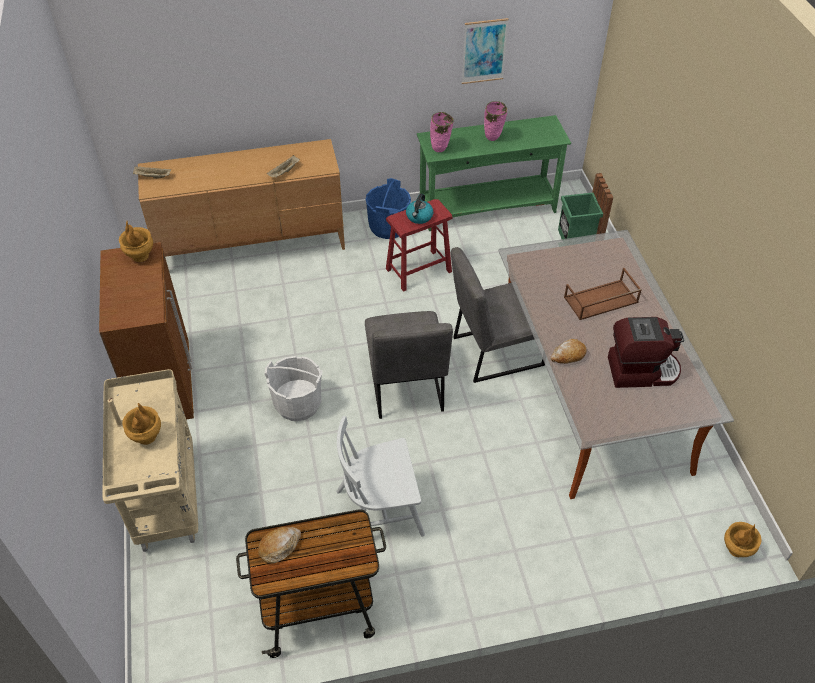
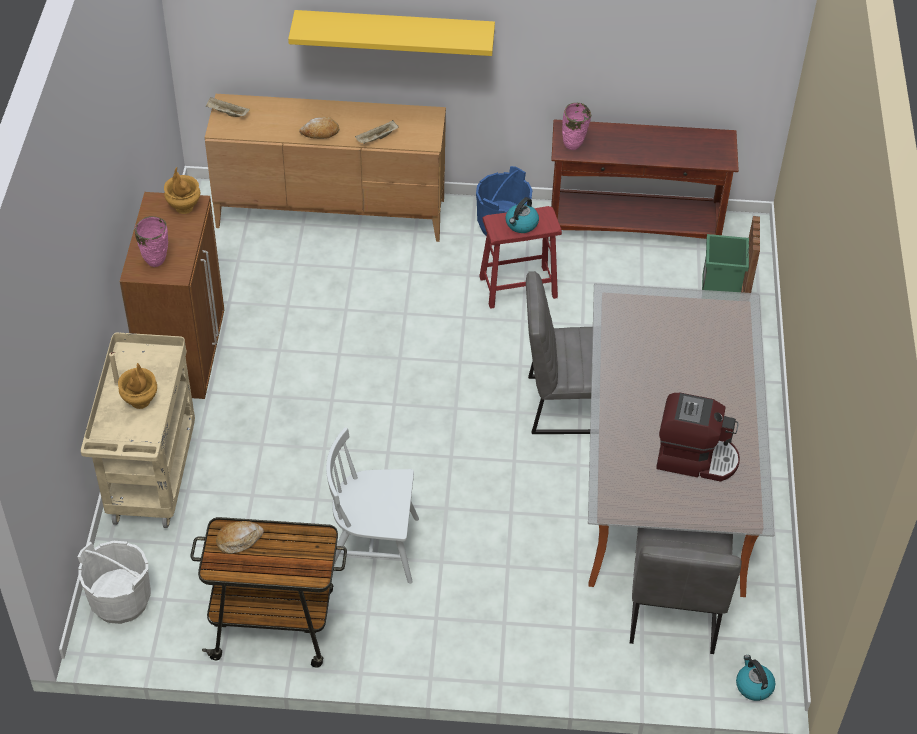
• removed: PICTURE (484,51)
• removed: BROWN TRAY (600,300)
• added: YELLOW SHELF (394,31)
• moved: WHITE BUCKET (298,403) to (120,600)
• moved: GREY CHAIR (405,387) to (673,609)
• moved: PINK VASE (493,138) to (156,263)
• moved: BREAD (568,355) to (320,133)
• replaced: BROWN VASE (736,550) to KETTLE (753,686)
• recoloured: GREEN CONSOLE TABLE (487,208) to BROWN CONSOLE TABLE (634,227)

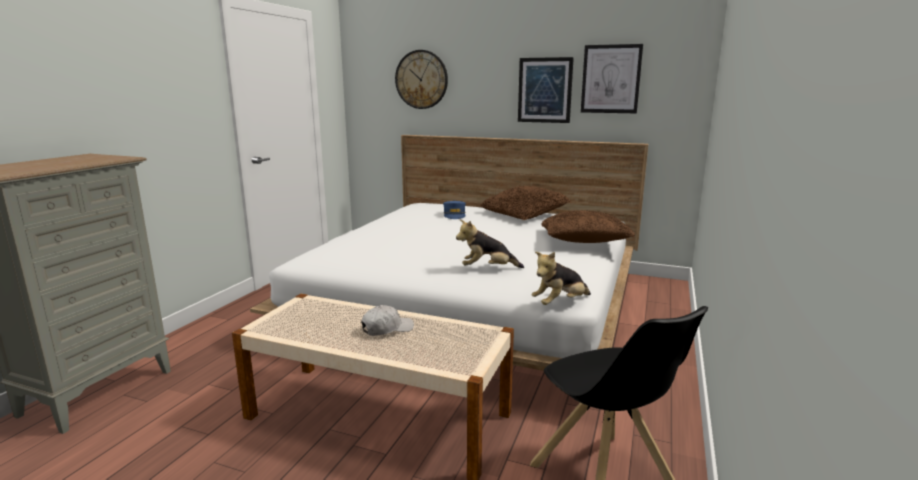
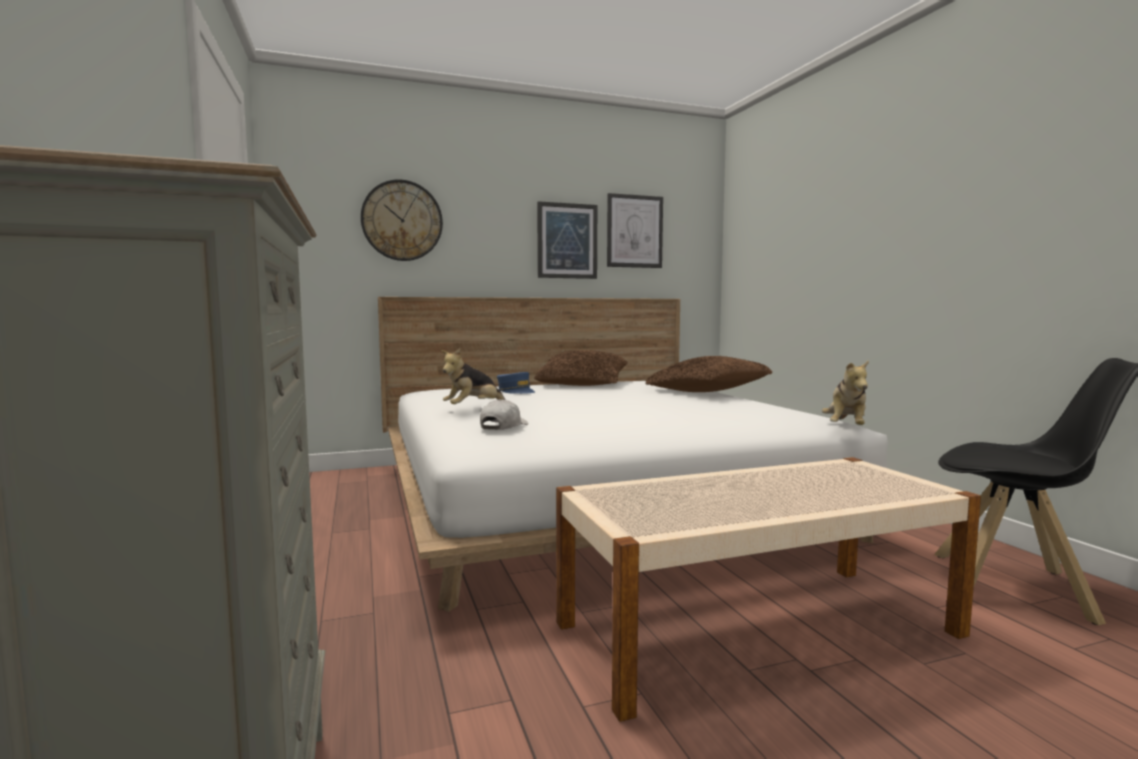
• moved: WHITE CAP (387,329) to (503,427)
• moved: PLUSH TOY (487,269) to (473,408)

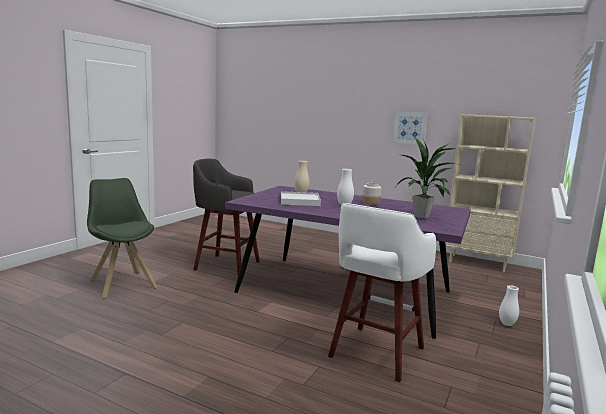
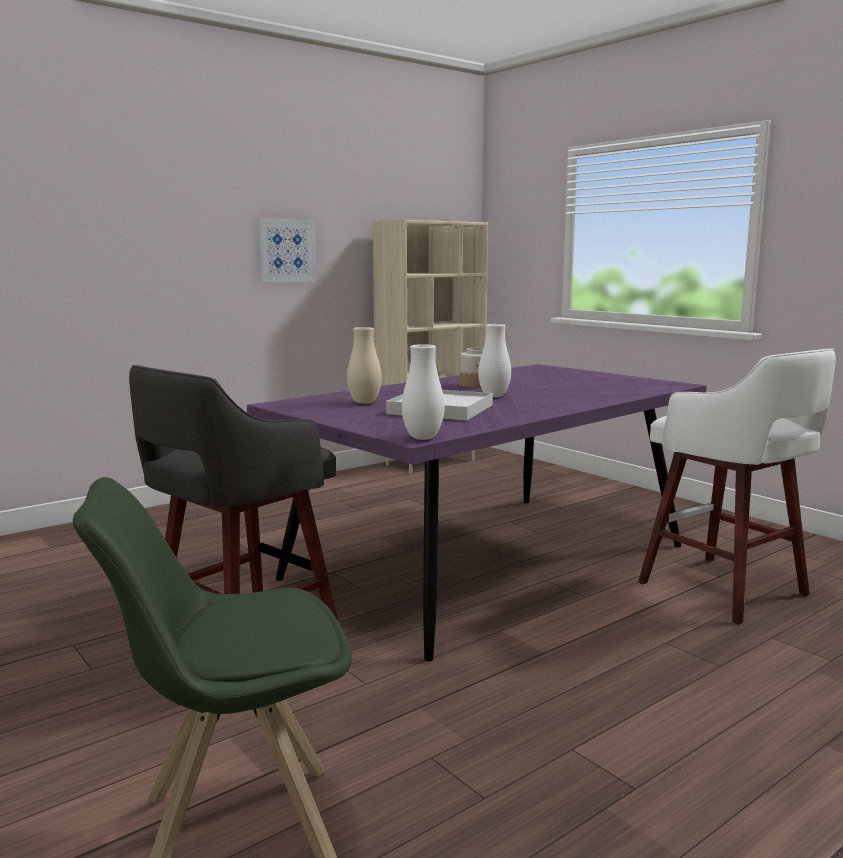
• removed: POTTED PLANT (421,217)
• moved: WHITE VASE (507,324) to (423,438)

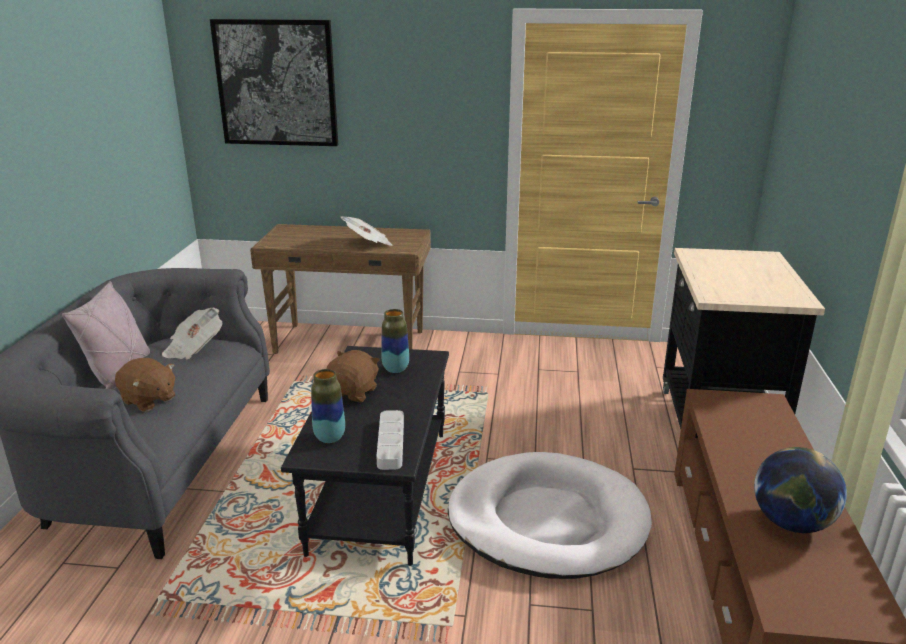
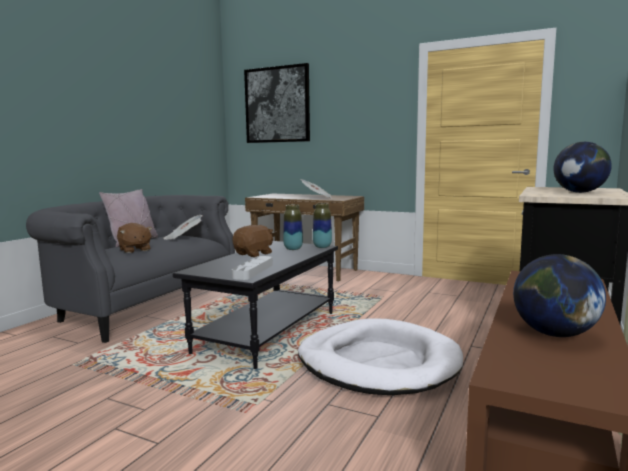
• added: GLOBE (579,192)
• moved: VASE (329,437) to (322,247)

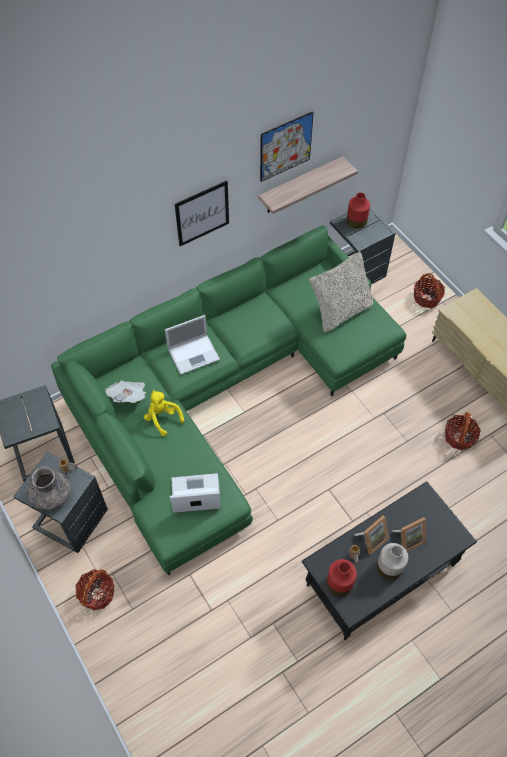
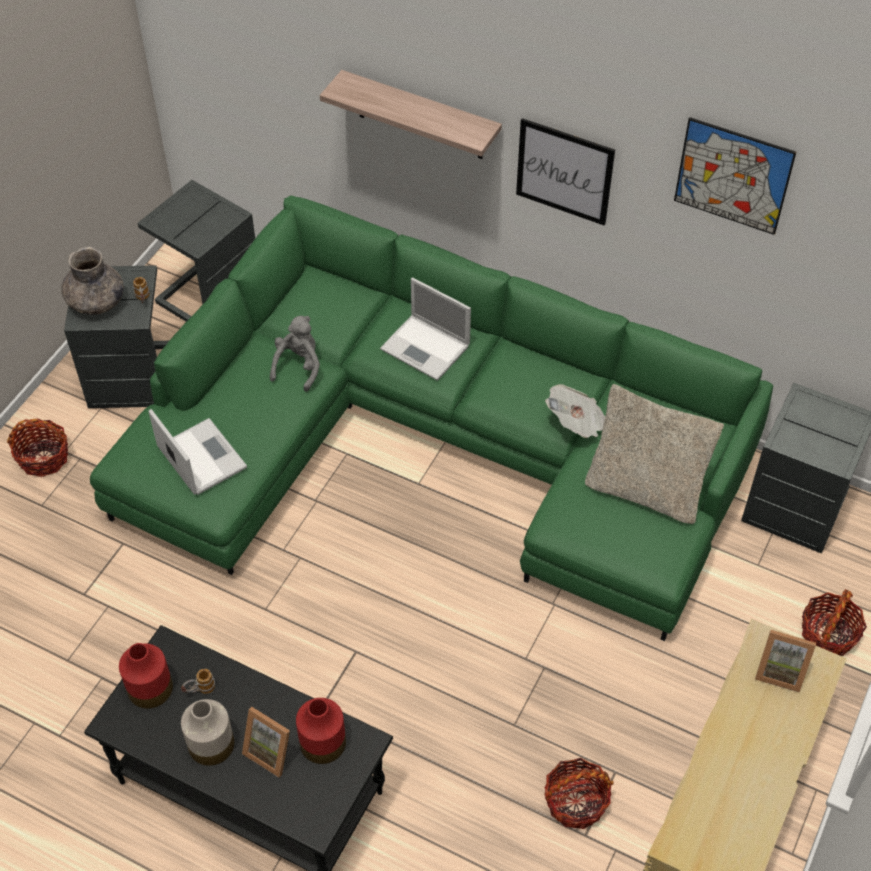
• moved: NEWSPAPER (129,396) to (578,423)
• moved: SHELF (300,186) to (420,116)
• moved: RED VASE (356,220) to (323,742)
• moved: PICTURE FRAME (371,539) to (780,670)
• recoloured: YELLOW PLUSH TOY (163,418) to GREY PLUSH TOY (298,366)

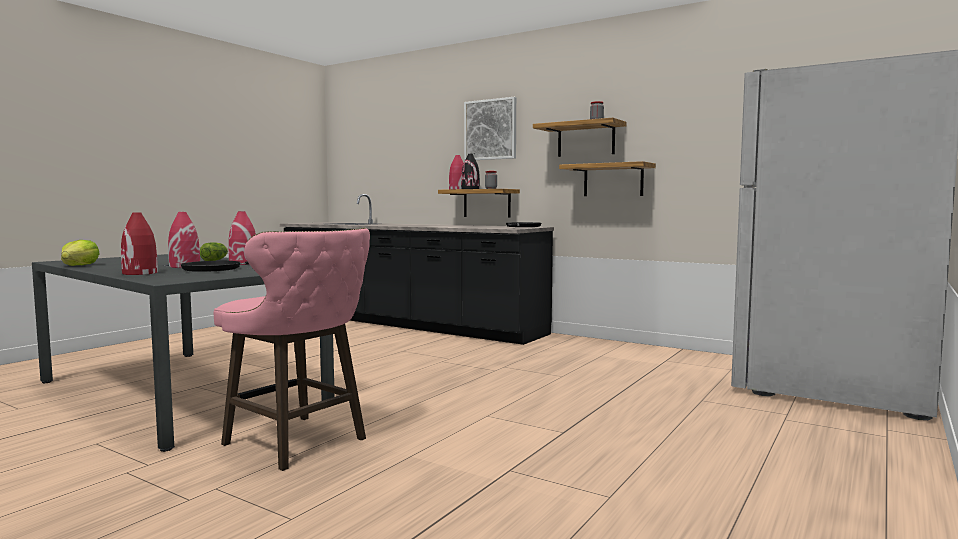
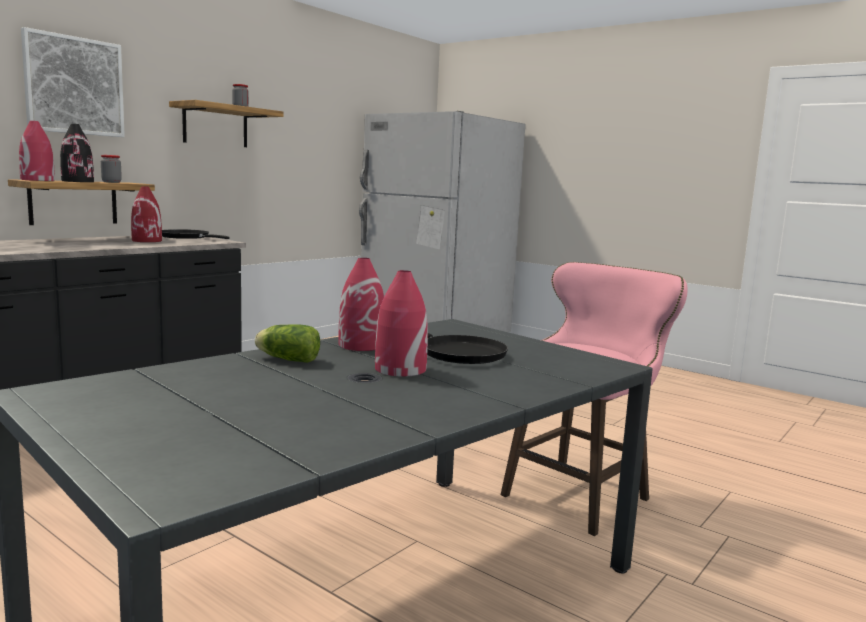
• removed: LETTUCE (79,265)
• removed: SHELF (613,180)
• moved: RED VASE (140,273) to (147,241)

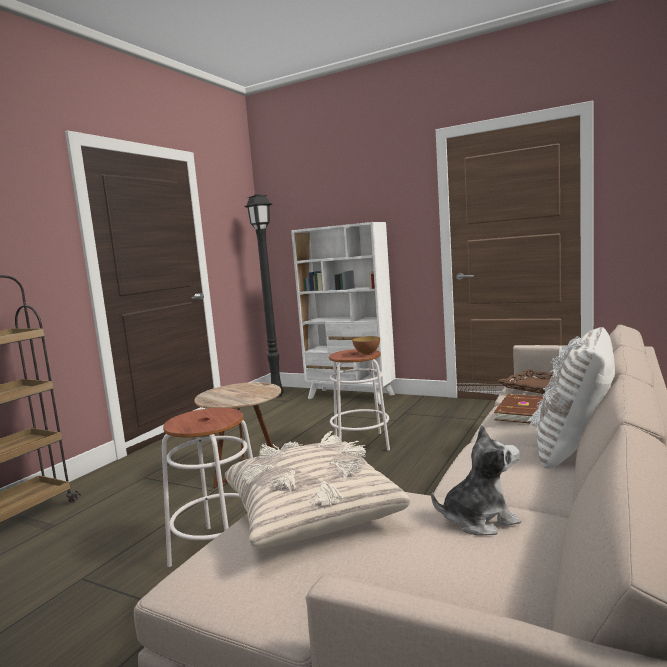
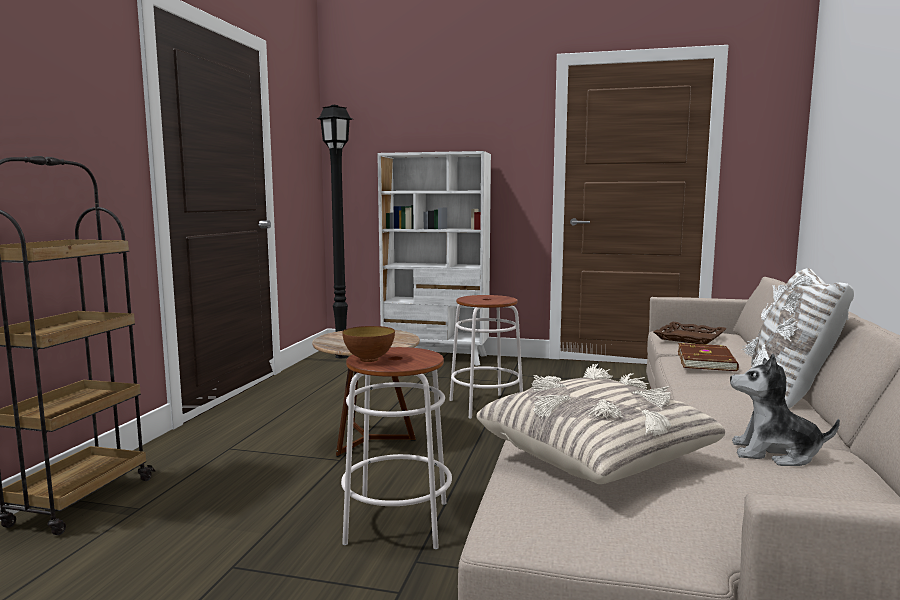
• moved: BOWL (367,354) to (369,359)
• turned: PLUSH TOY (479,520) = (774,454) 135 degrees counterclockwise

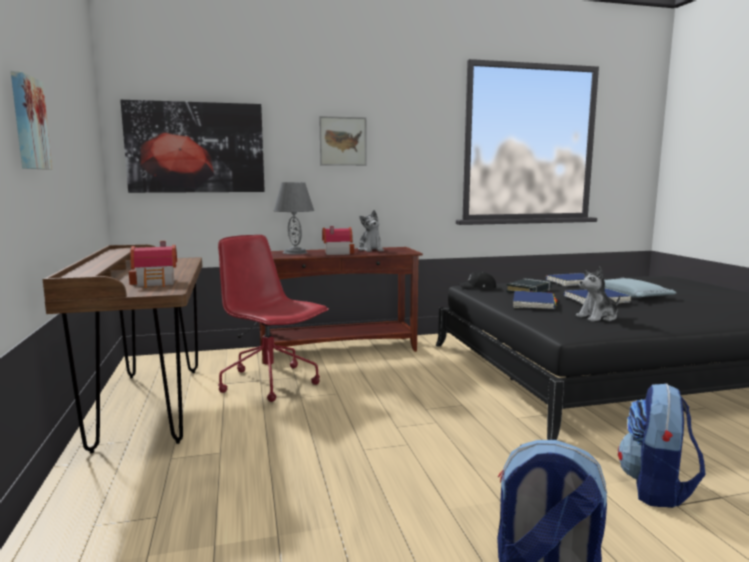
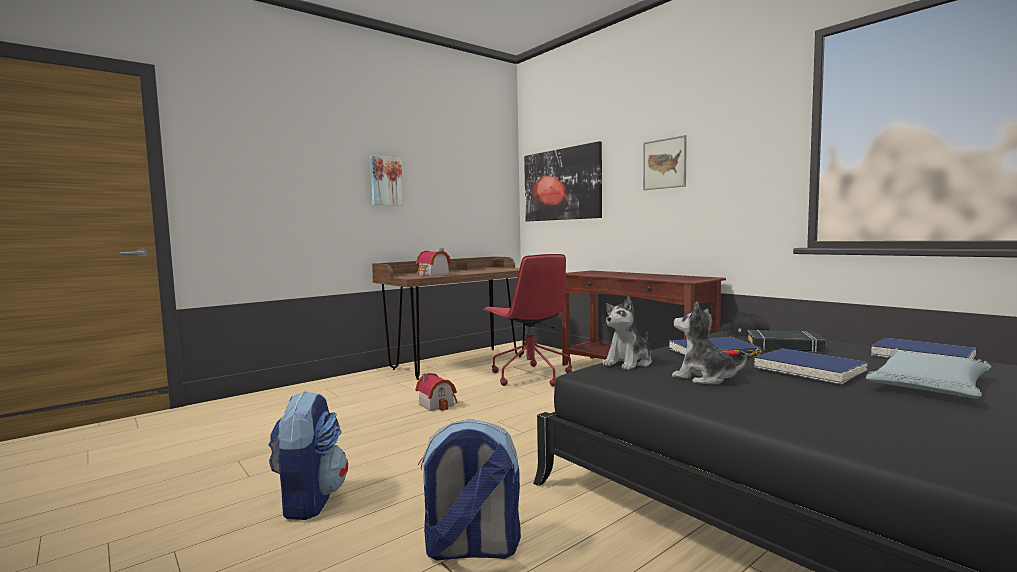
• removed: GREY TABLE LAMP (294,252)
• moved: TOY HOUSE (336,253) to (438,404)
• moved: PLUSH TOY (370,250) to (629,363)
• turned: RED OFFICE CHAIR (272,384) = (528,375) 135 degrees clockwise

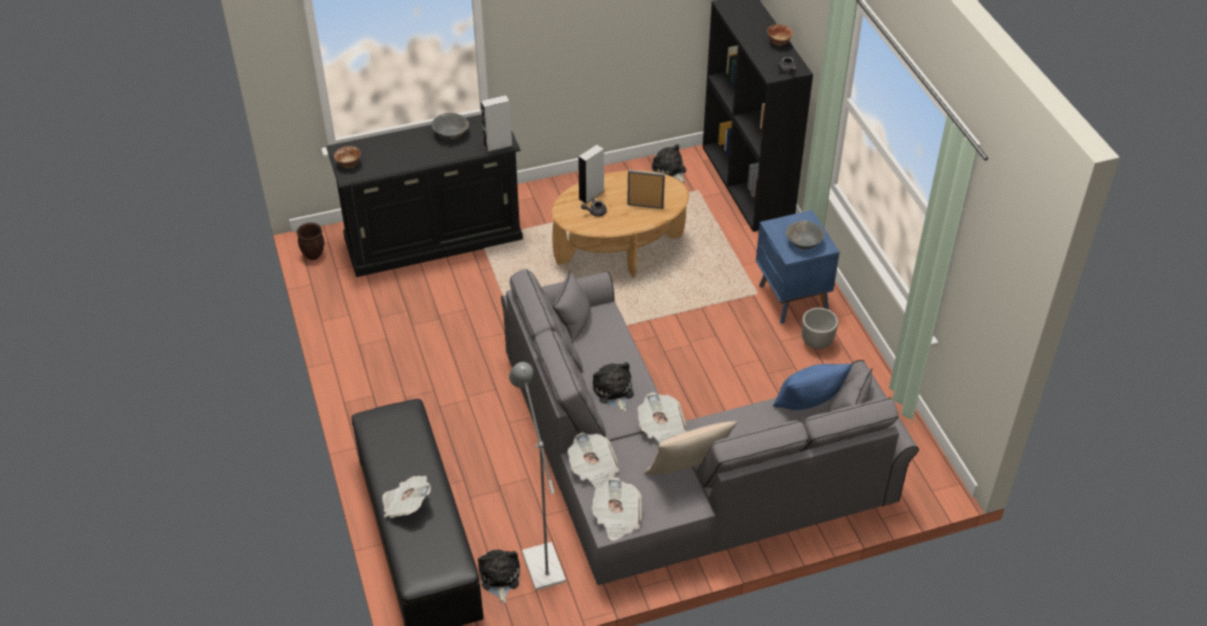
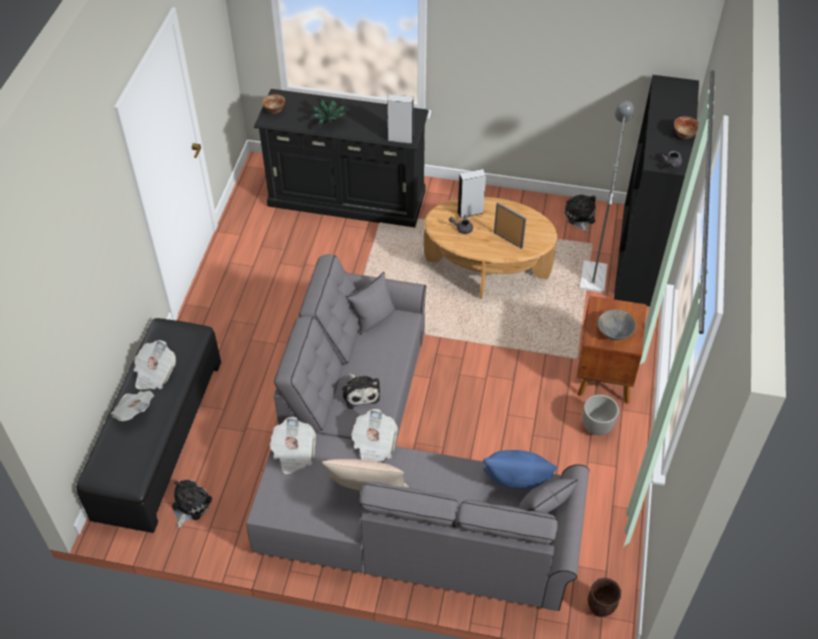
• removed: GREY BOWL (450,134)
• added: POTTED PLANT (329,121)
• moved: BROWN PLANTER (314,255) to (600,609)
• moved: GREY FLOOR LAMP (540,559) to (594,271)
• moved: NEWSPAPER (616,518) to (154,374)
• recoloured: BLUE NIGHTSTAND (792,299) to BROWN NIGHTSTAND (604,377)
• turned: PLUSH TOY (613,392) = (360,393) 150 degrees clockwise

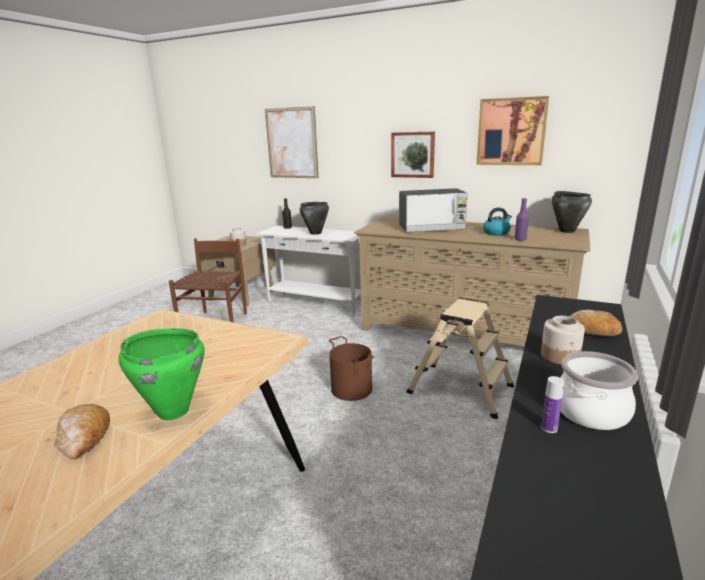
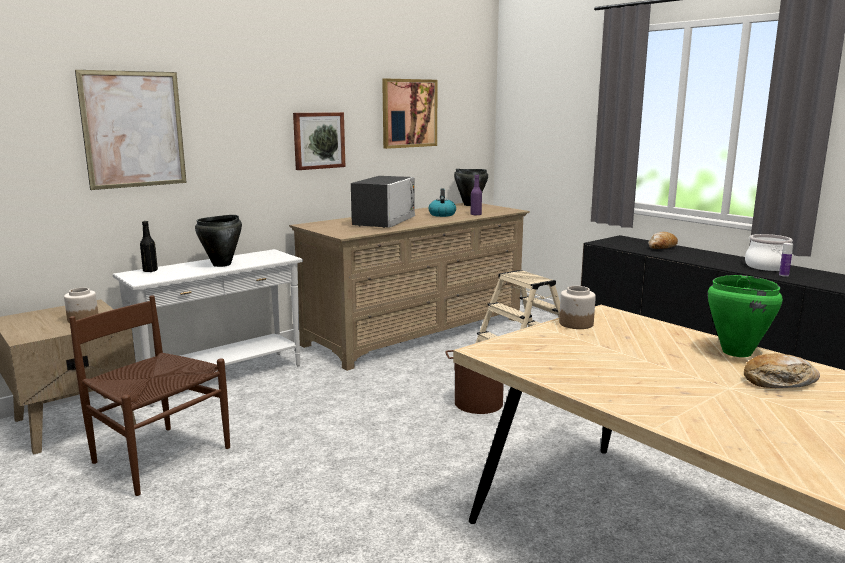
• moved: JAR (560,356) to (576,324)

